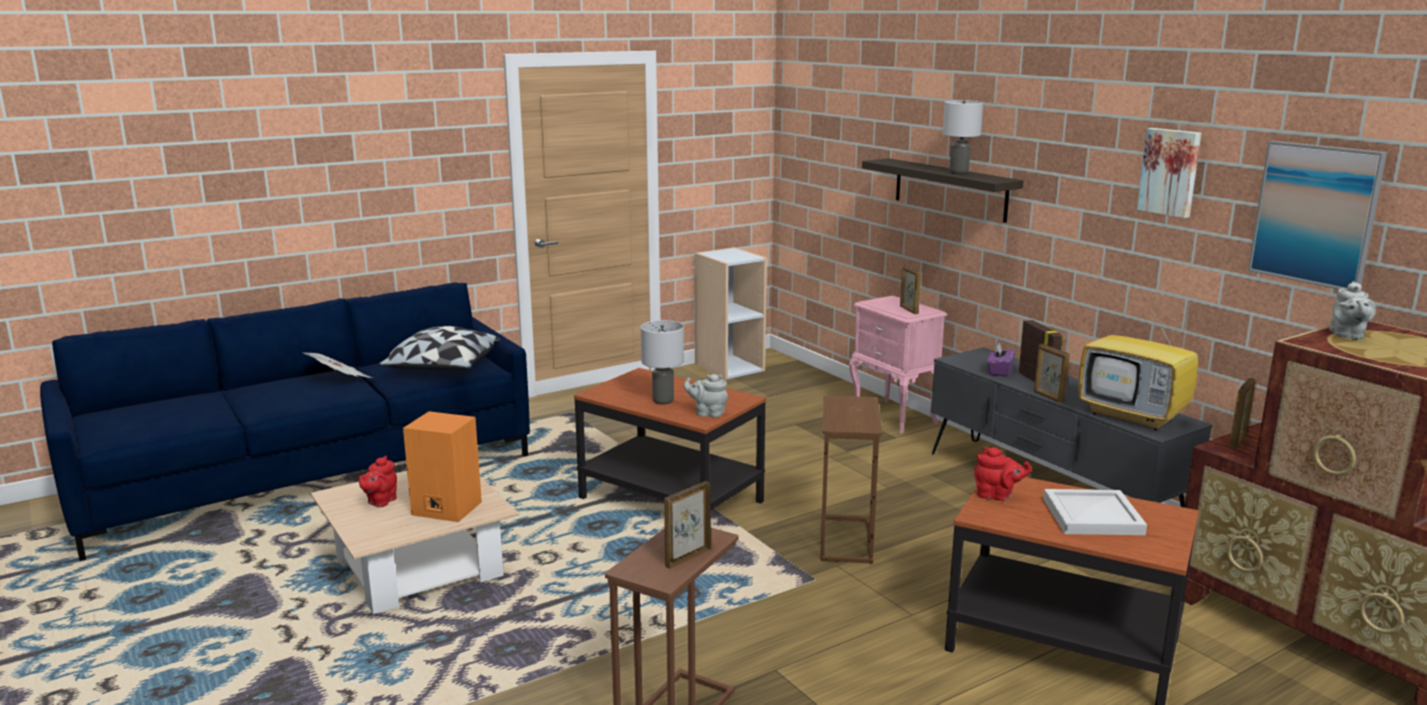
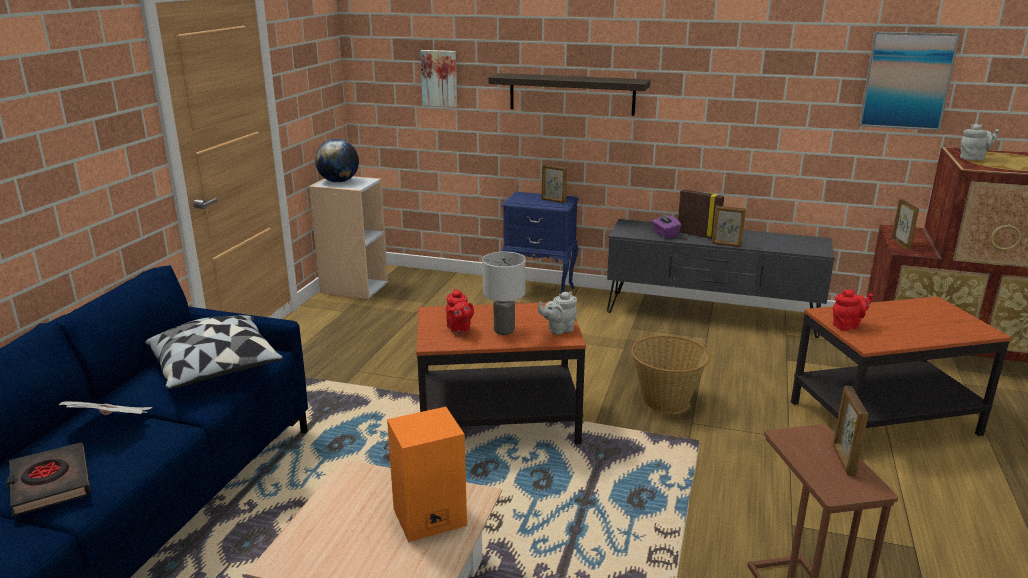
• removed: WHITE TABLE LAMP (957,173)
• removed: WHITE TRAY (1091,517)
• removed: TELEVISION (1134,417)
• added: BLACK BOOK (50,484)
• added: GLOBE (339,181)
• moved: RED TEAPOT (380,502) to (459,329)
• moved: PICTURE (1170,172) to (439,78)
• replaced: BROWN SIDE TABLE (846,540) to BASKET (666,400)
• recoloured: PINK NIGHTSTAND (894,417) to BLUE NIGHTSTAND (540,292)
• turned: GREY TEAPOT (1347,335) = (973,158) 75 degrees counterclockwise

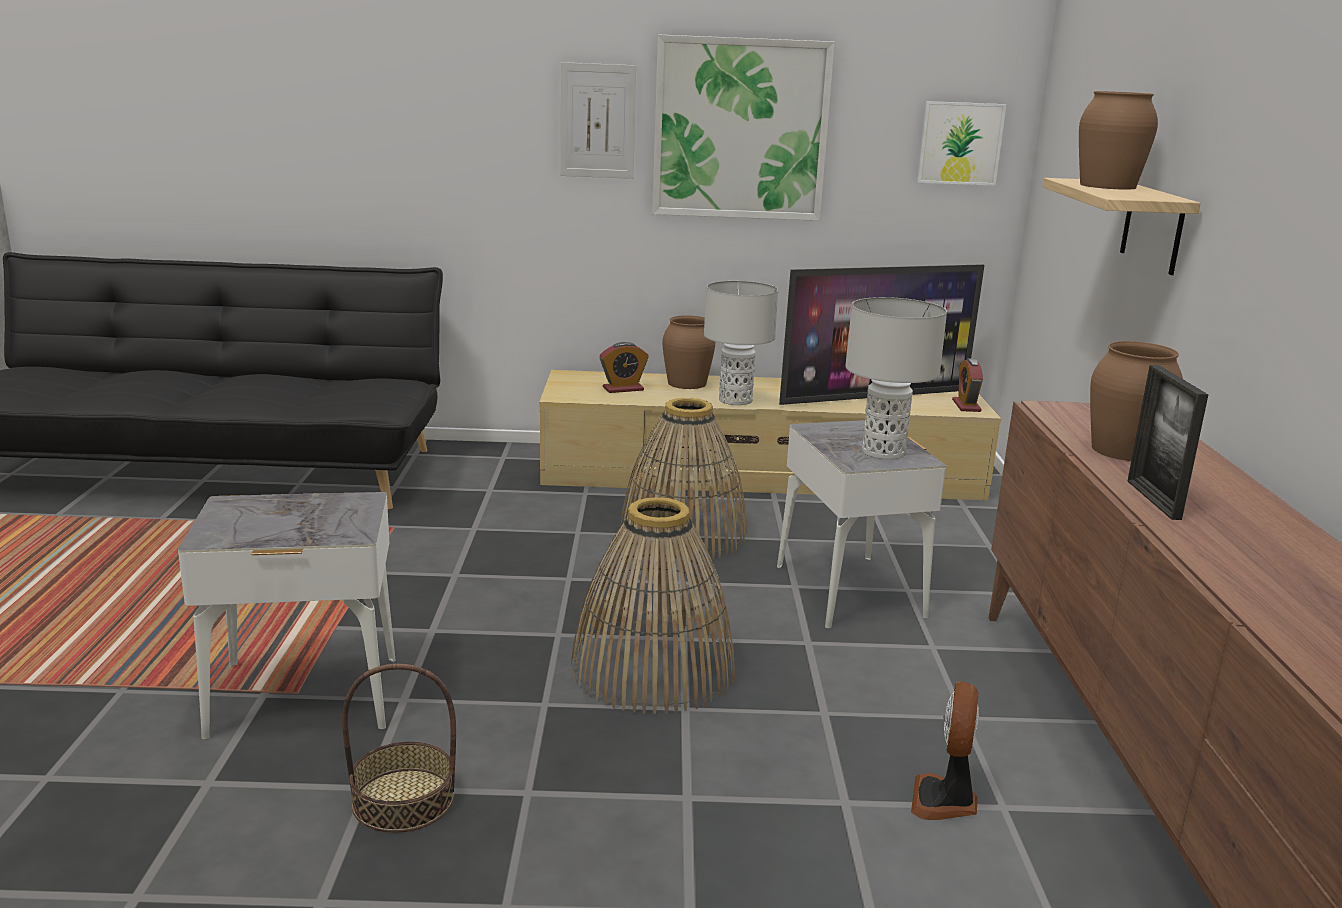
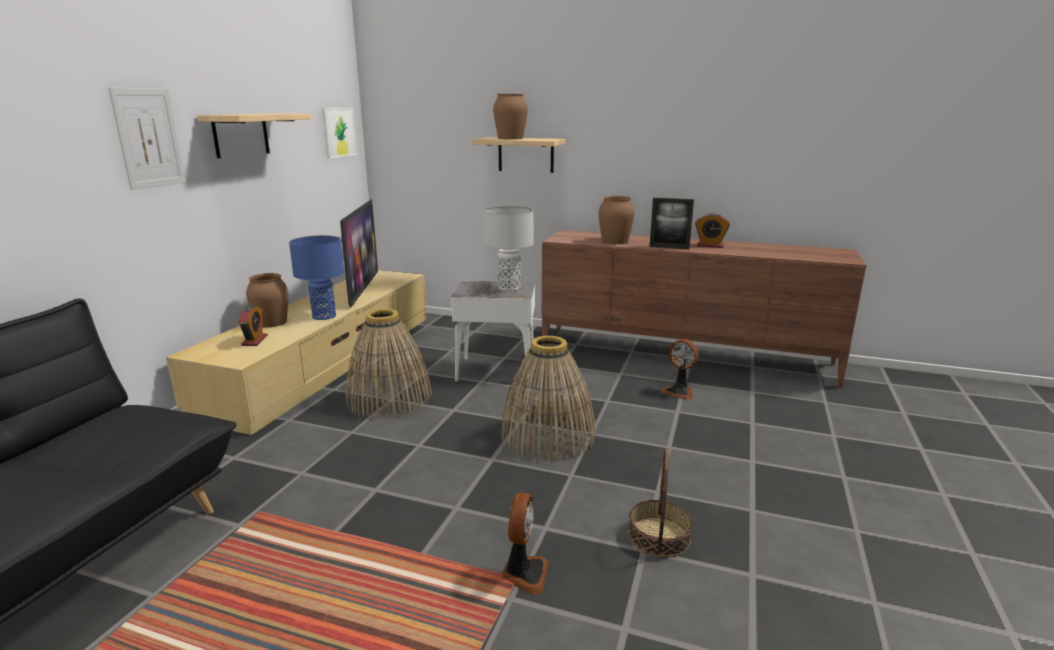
• moved: ALARM CLOCK (966,406) to (710,245)
• replaced: SIDE TABLE (307,697) to FAN (524,573)
• replaced: PICTURE (740,129) to SHELF (241,135)
• recoloured: WHITE TABLE LAMP (736,400) to BLUE TABLE LAMP (324,316)

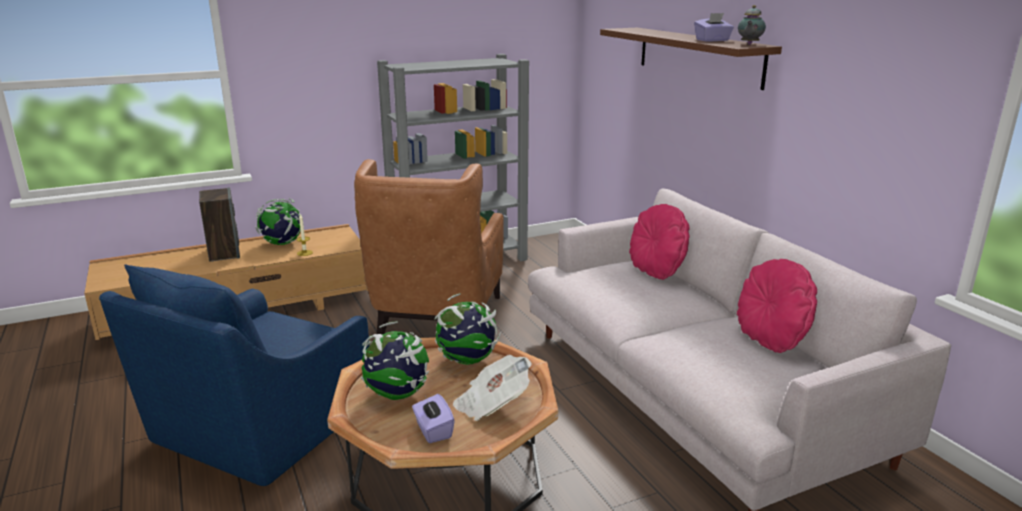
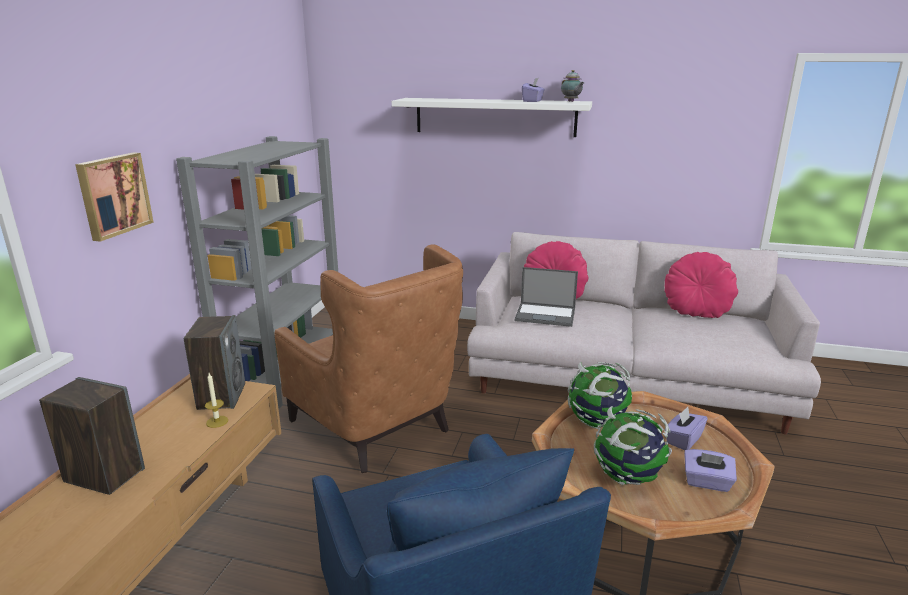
• removed: GLOBE (282,244)
• added: PICTURE (113,195)
• added: SPEAKER (221,396)
• added: LAPTOP (546,315)
• replaced: NEWSPAPER (492,404) to PURPLE TISSUE BOX (683,440)
• recoloured: BROWN SHELF (698,56) to WHITE SHELF (495,117)

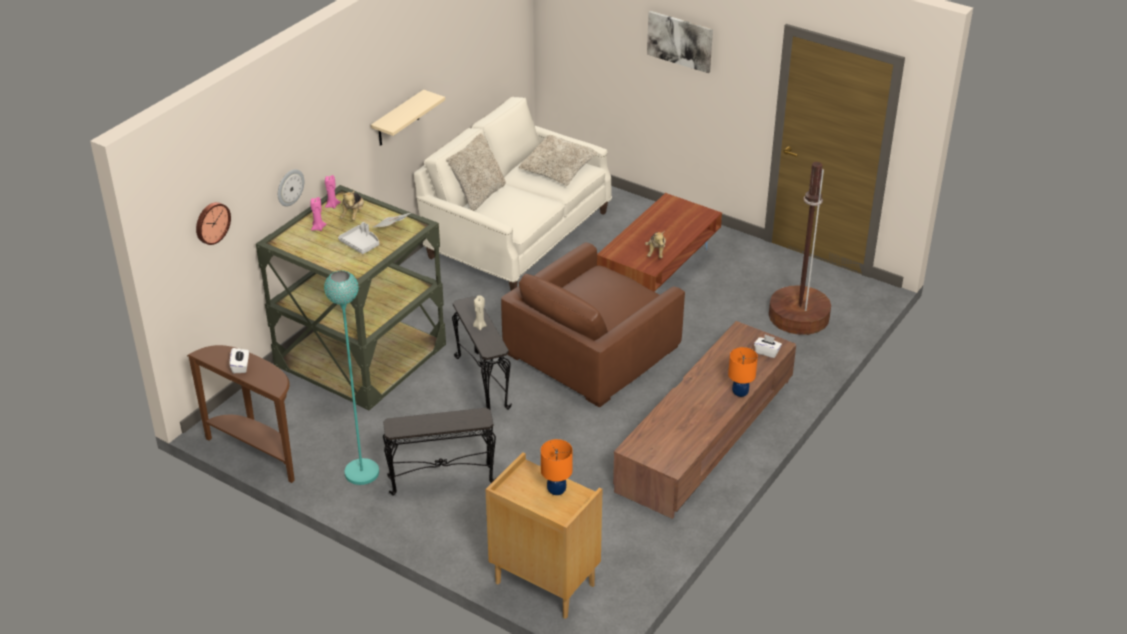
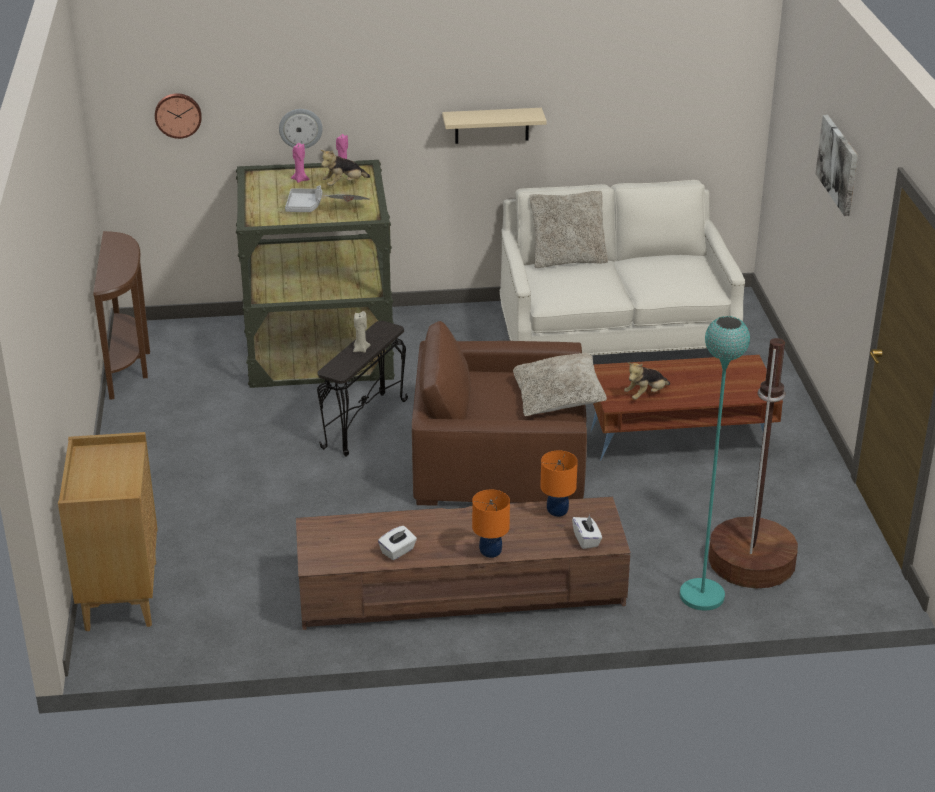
• removed: BLACK SIDE TABLE (442,481)
• moved: WHITE TISSUE BOX (240,366) to (398,551)
• moved: TURQUOISE FLOOR LAMP (361,472) to (701,595)
• moved: BEIGE PILLOW (557,169) to (557,396)
• moved: ORANGE TABLE LAMP (557,491) to (557,513)

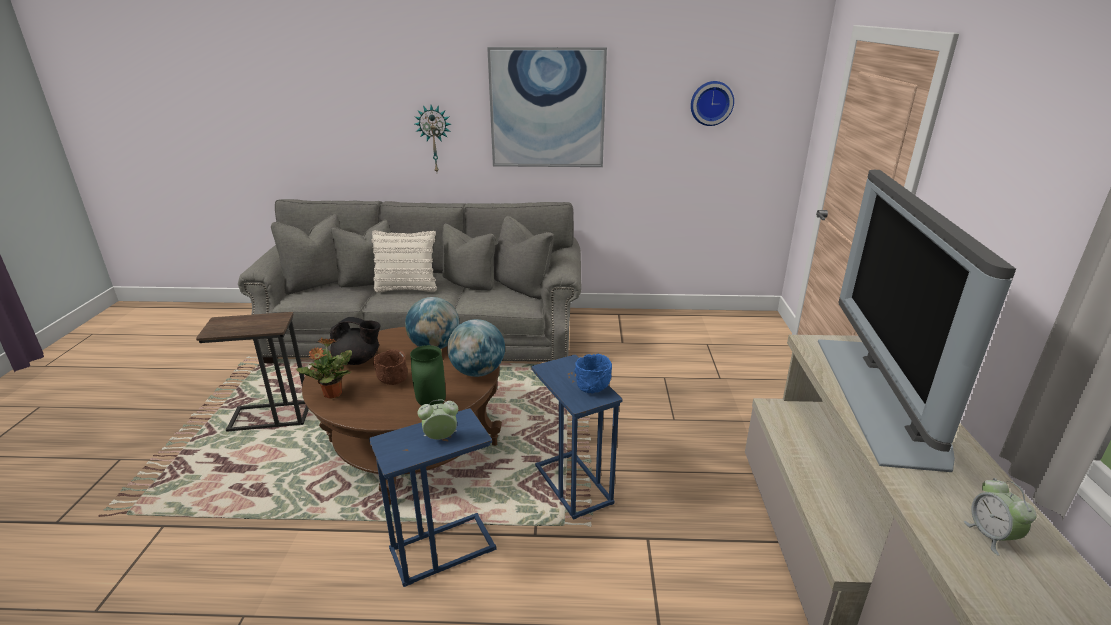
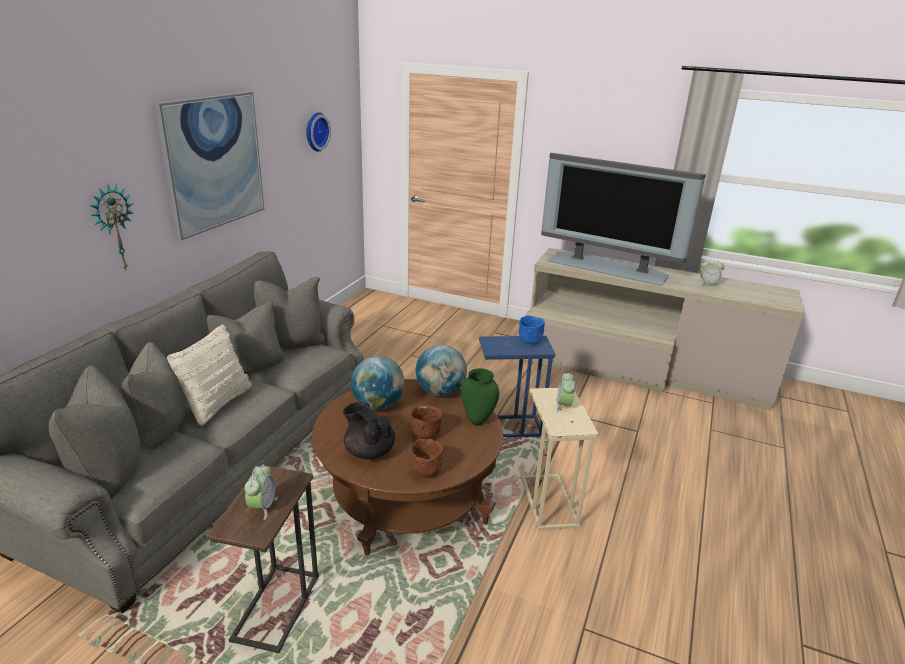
• added: ALARM CLOCK (262,507)
• replaced: POTTED PLANT (332,394) to BROWN BOWL (425,472)
• recoloured: BLUE SIDE TABLE (442,550) to BEIGE SIDE TABLE (549,502)
• turned: BLACK TEAPOT (358,360) = (369,451) 75 degrees counterclockwise

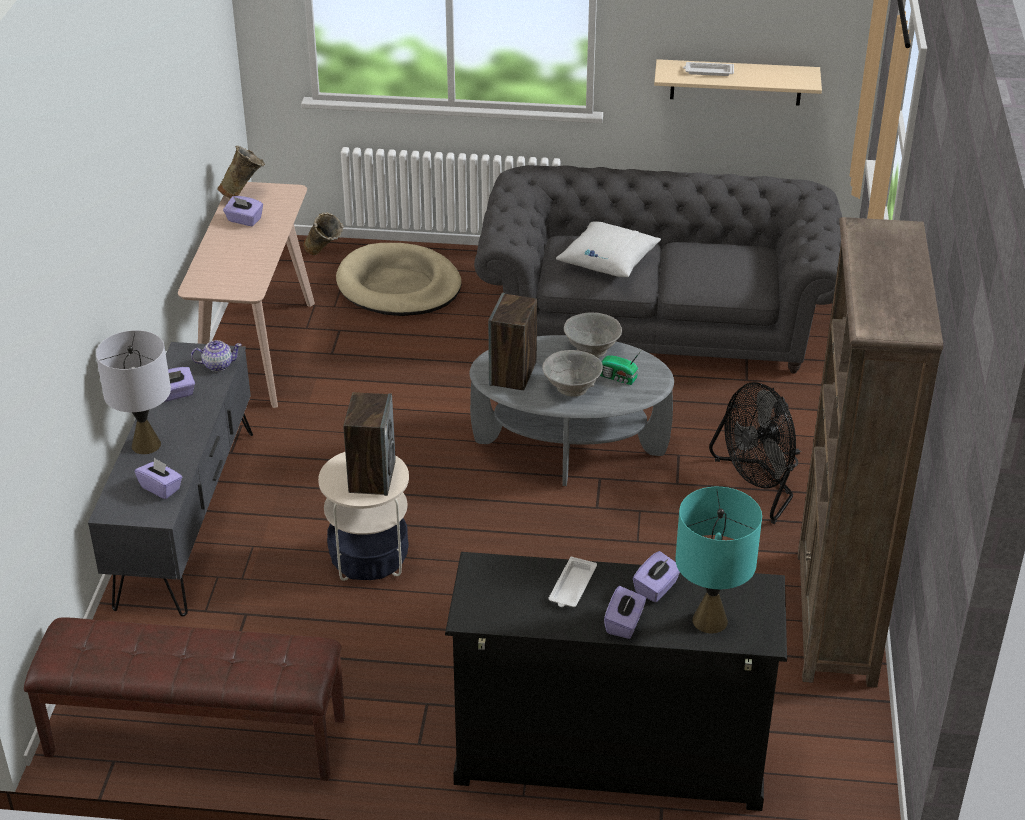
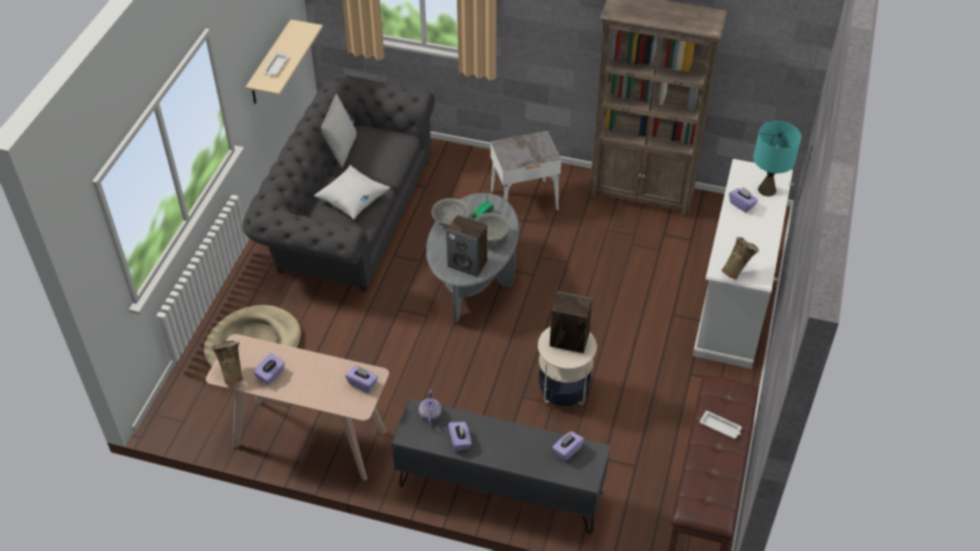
• removed: GREY TABLE LAMP (146,445)
• added: GREY PILLOW (341,149)
• moved: BEIGE VASE (324,256) to (737,271)
• moved: WHITE TRAY (572,587) to (720,427)
• moved: PURPLE TISSUE BOX (624,624) to (362,383)
• replaced: BLACK FAN (761,482) to SIDE TABLE (525,200)
• recoloured: BLACK CABINET (608,756) to WHITE CABINET (734,301)

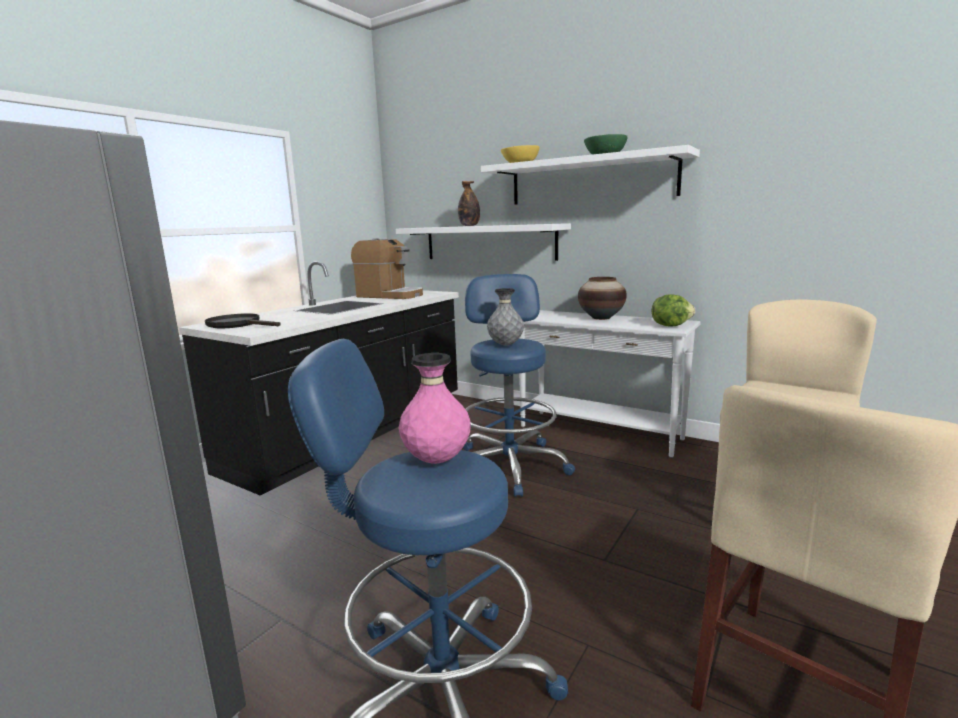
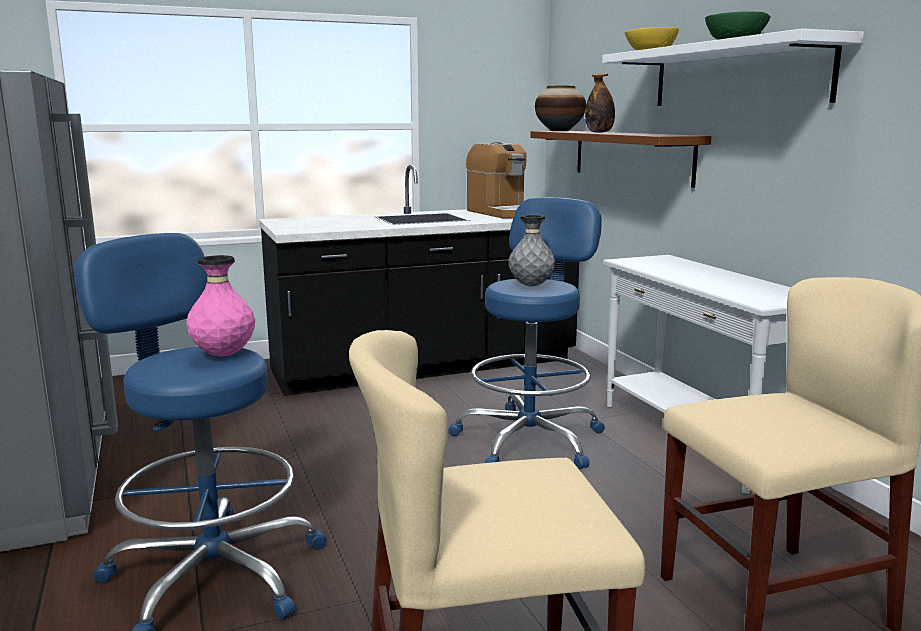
• removed: BLACK FRYING PAN (239,325)
• removed: LETTUCE (670,325)
• moved: VASE (601,318) to (559,131)
• recoloured: WHITE SHELF (489,242) to BROWN SHELF (631,156)

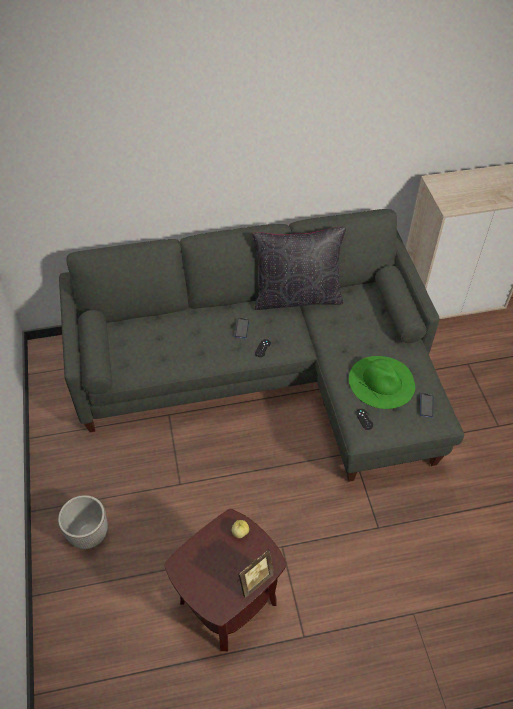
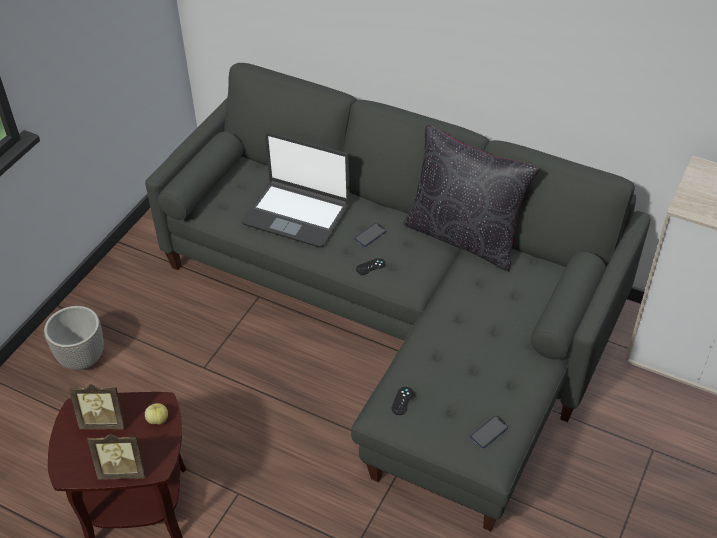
• removed: GREEN HAT (381,381)
• added: PICTURE FRAME (104,421)
• added: LAPTOP (297,214)

